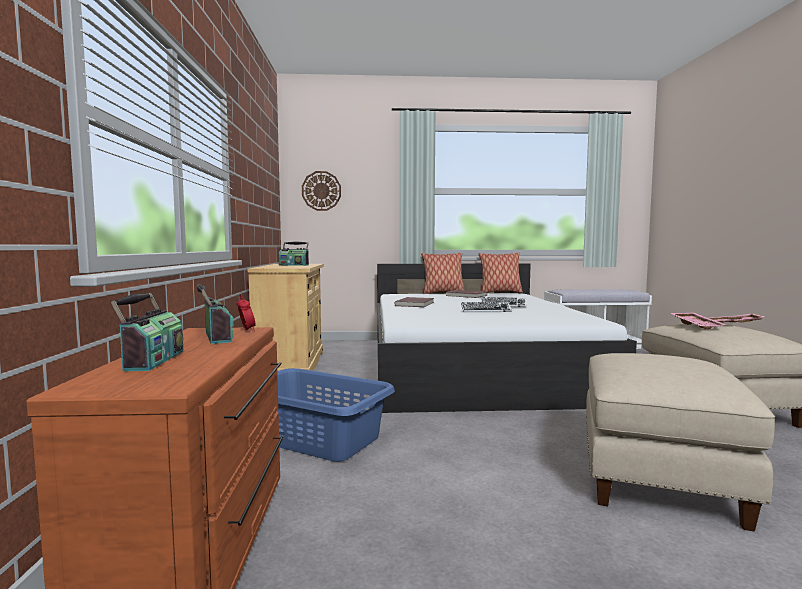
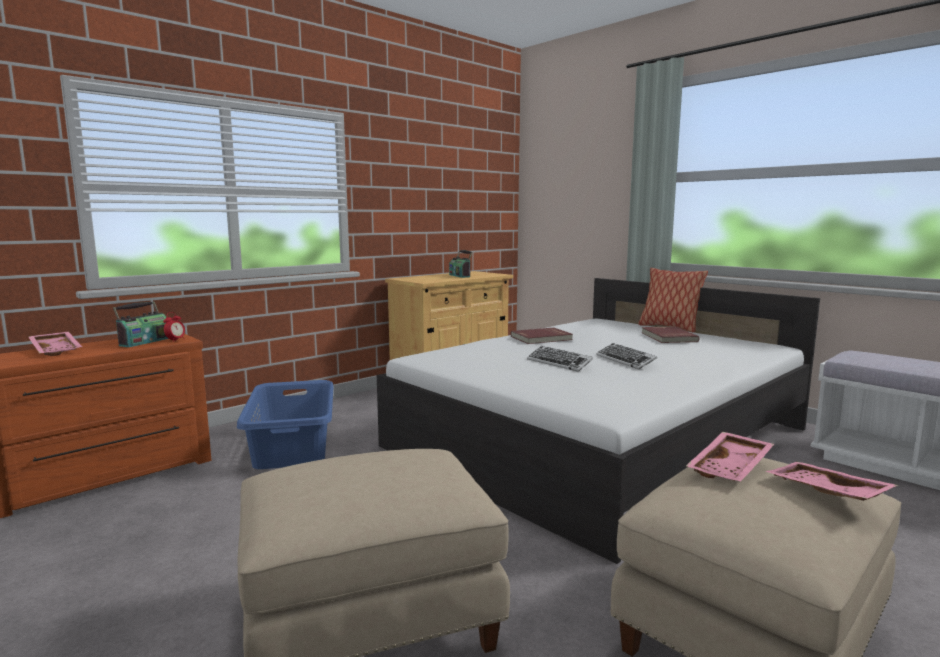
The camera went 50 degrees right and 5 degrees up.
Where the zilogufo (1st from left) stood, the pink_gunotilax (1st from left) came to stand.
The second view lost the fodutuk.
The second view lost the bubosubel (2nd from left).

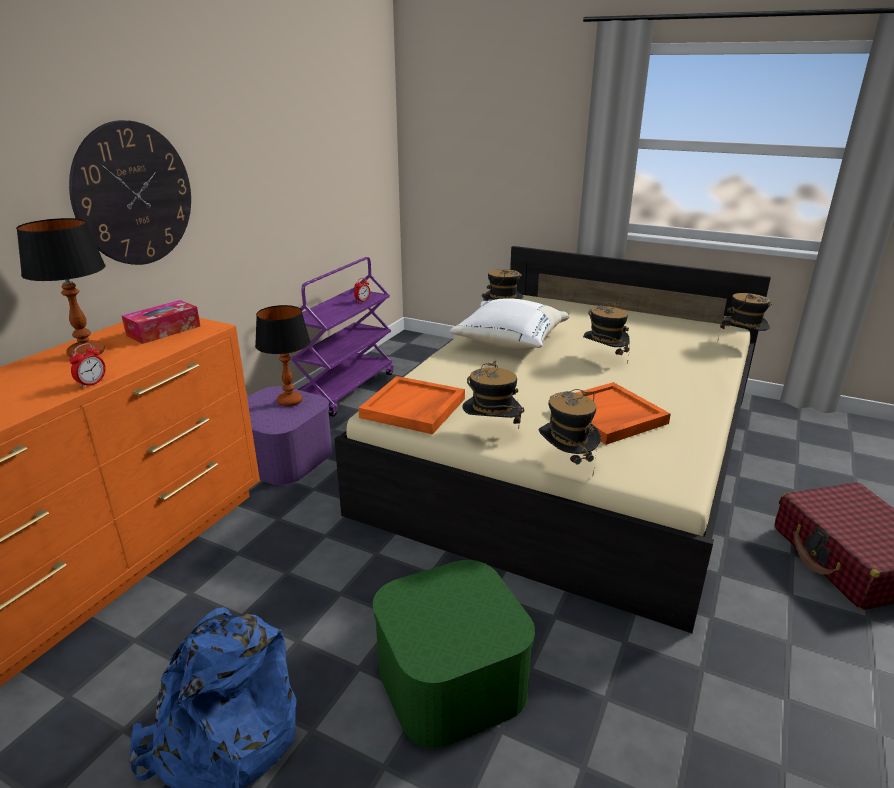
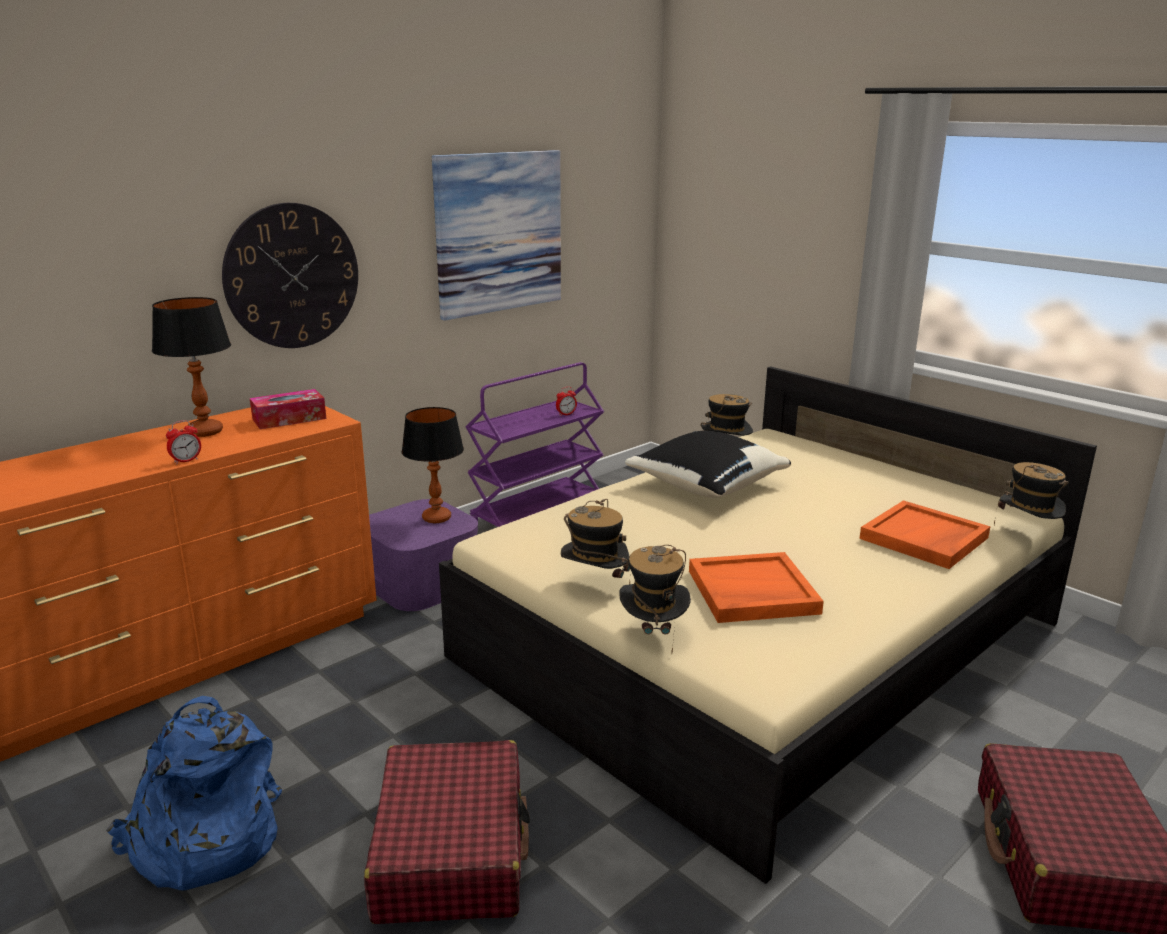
The camera went 20 degrees right and 5 degrees down.
The orange_gunotilax (1st from left in the first image) ended up elsewhere.
Where the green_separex stood, the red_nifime (1st from left) came to stand.
What was the white_bubosubel turned into the black_bubosubel.
The second view lost the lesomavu (4th from left).
The second view gained the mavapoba.

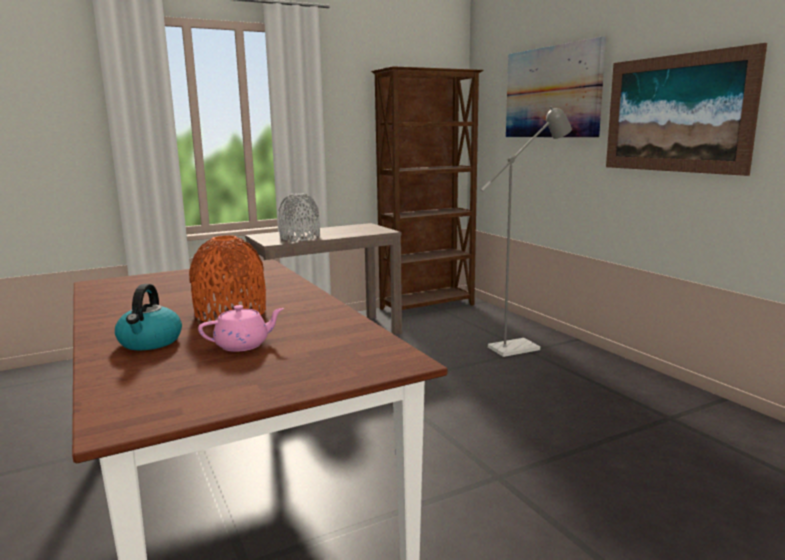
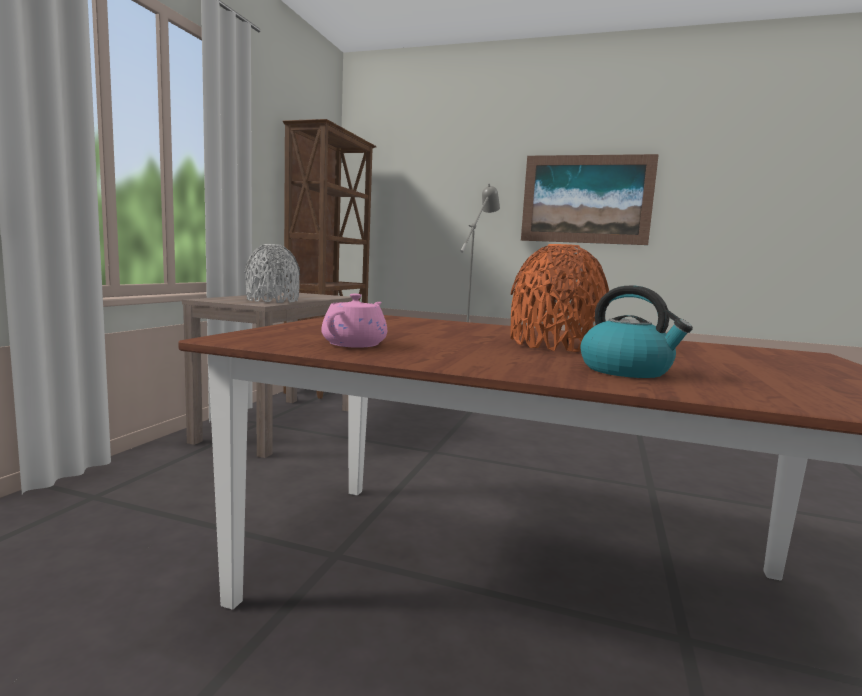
The camera went 45 degrees left and 5 degrees down.
The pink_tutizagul ended up elsewhere.
The second view lost the mavapoba (1st from left).

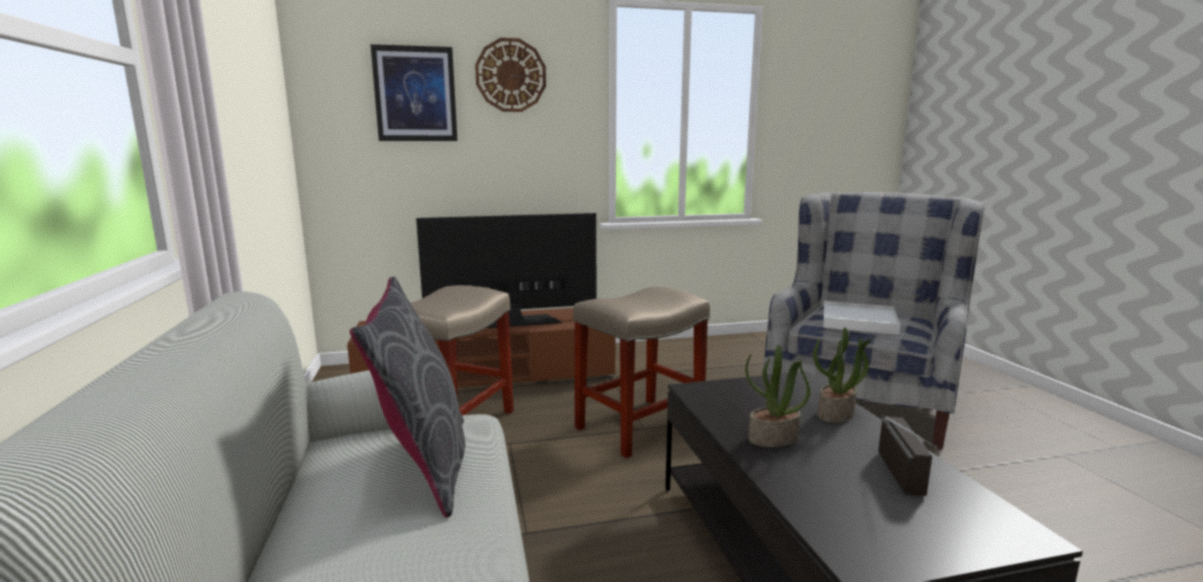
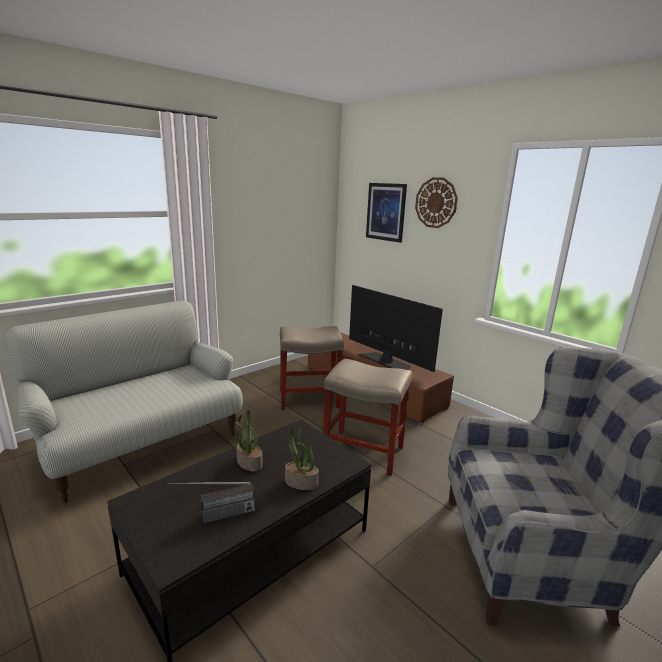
The camera went 60 degrees right and 5 degrees up.
The second view lost the grey_bubosubel.
The second view lost the white_gunotilax.

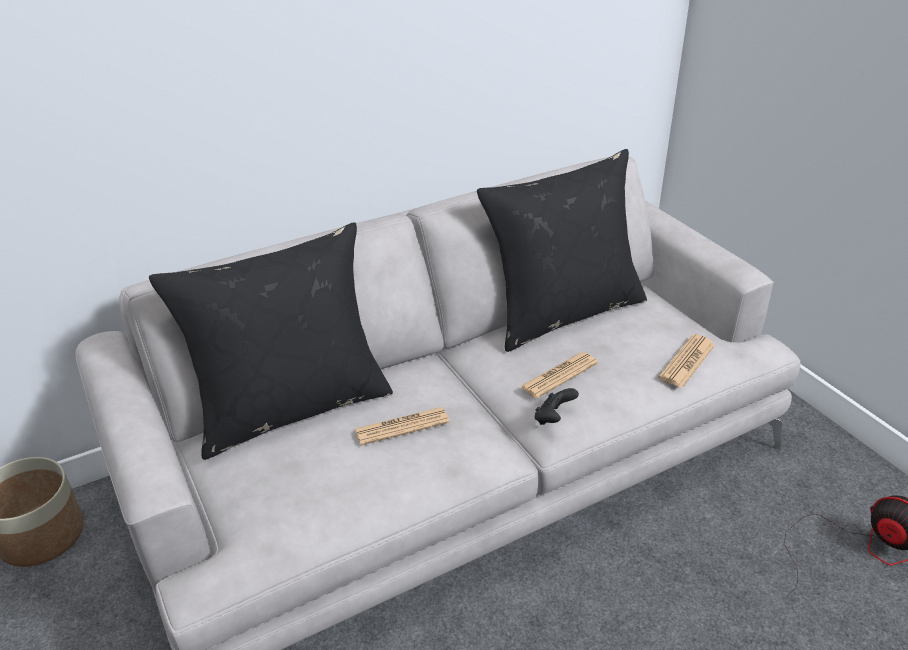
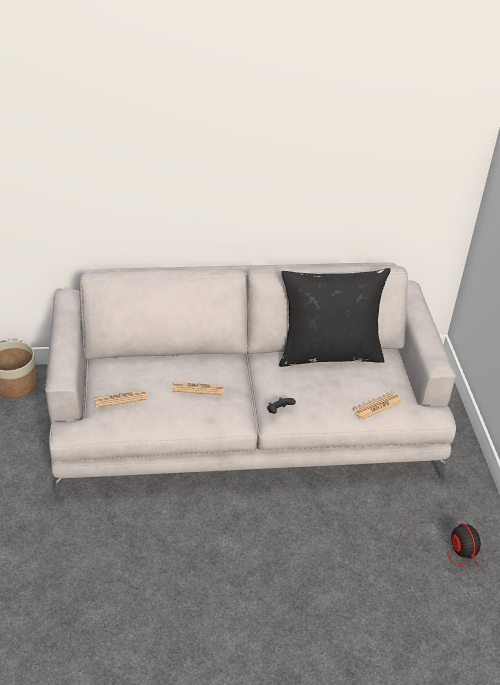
The camera went 20 degrees right and 5 degrees up.
The second view lost the black_bubosubel (1st from left).
The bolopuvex (2nd from left in the first image) ended up elsewhere.

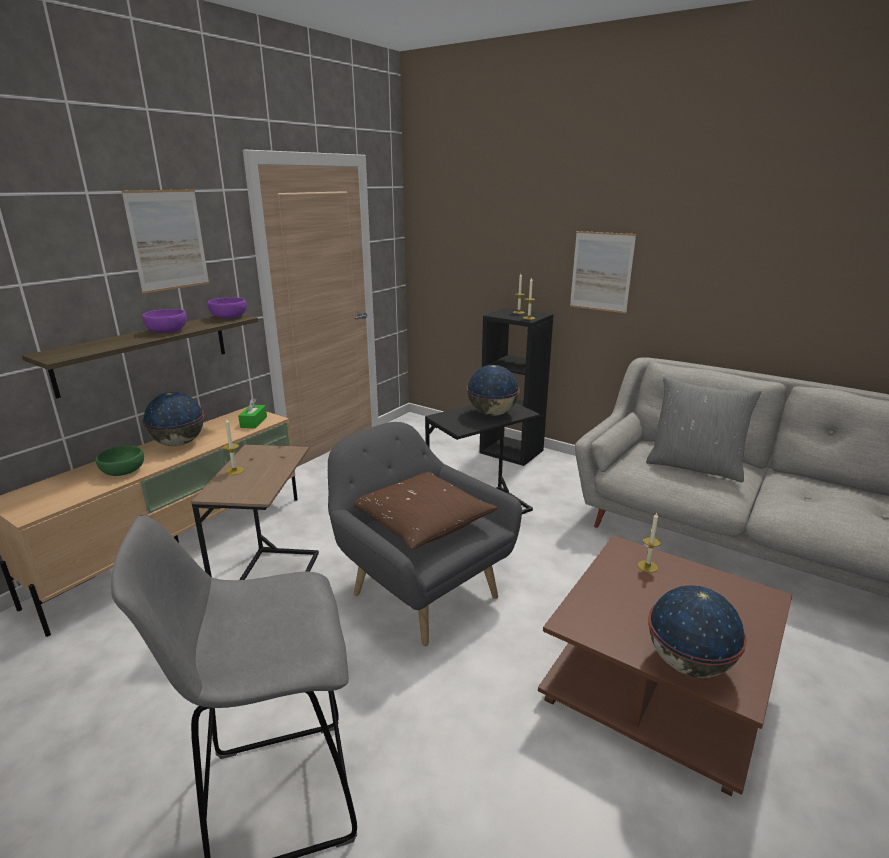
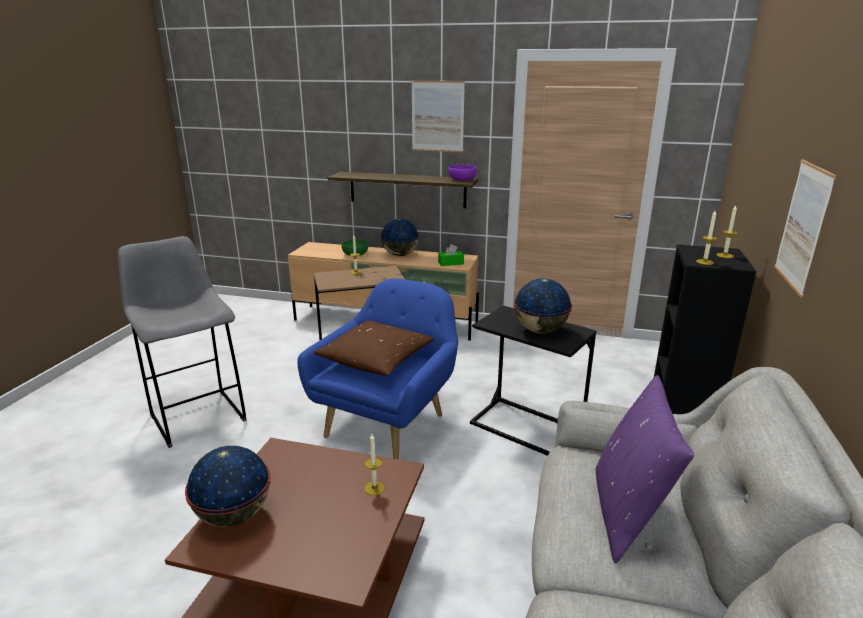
The camera went 70 degrees right and 0 degrees up.
The second view lost the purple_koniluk (1st from left).
What was the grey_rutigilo turned into the blue_rutigilo.
What was the grey_bubosubel turned into the purple_bubosubel.

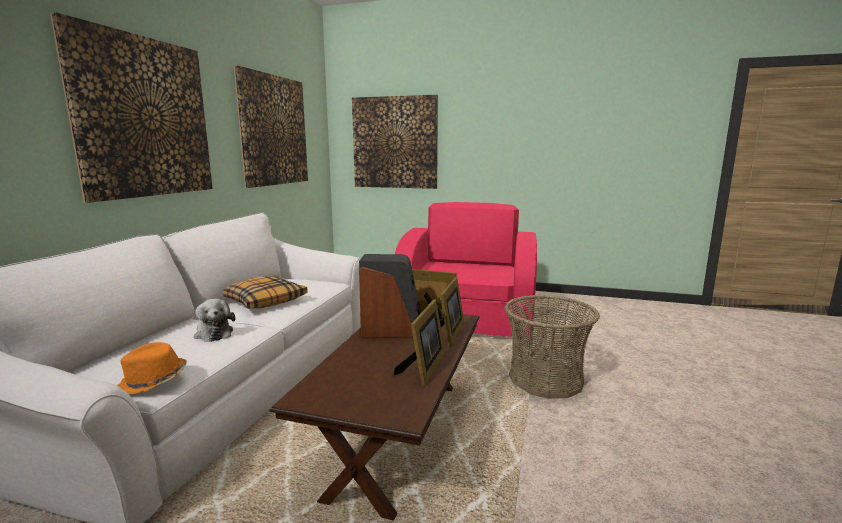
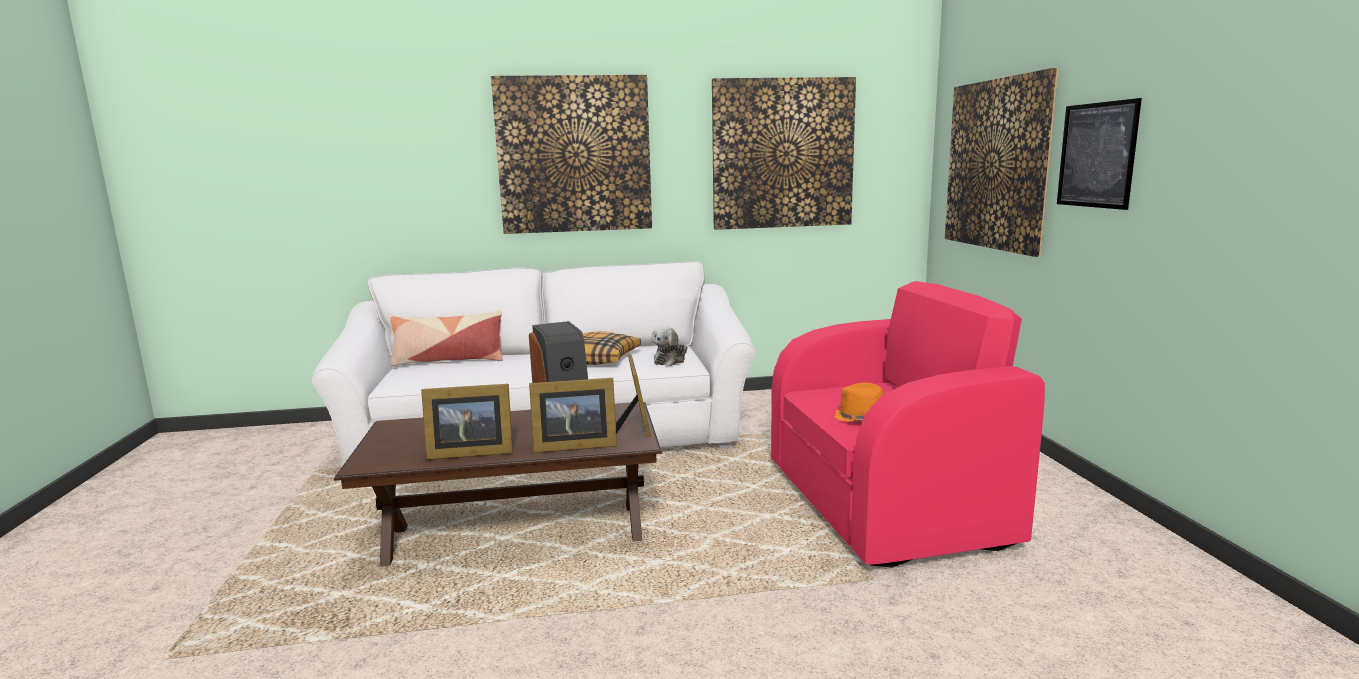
The camera went 65 degrees right and 0 degrees up.
The orange_lesomavu ended up elsewhere.
The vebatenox ended up elsewhere.
The second view lost the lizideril.
The second view gained the bubosubel (1st from left).
The second view gained the mavapoba (4th from left).

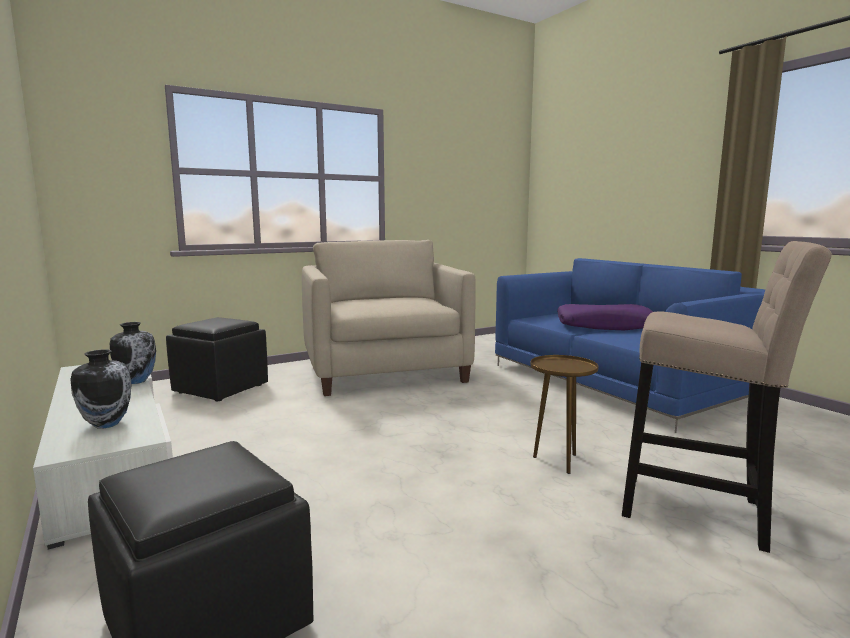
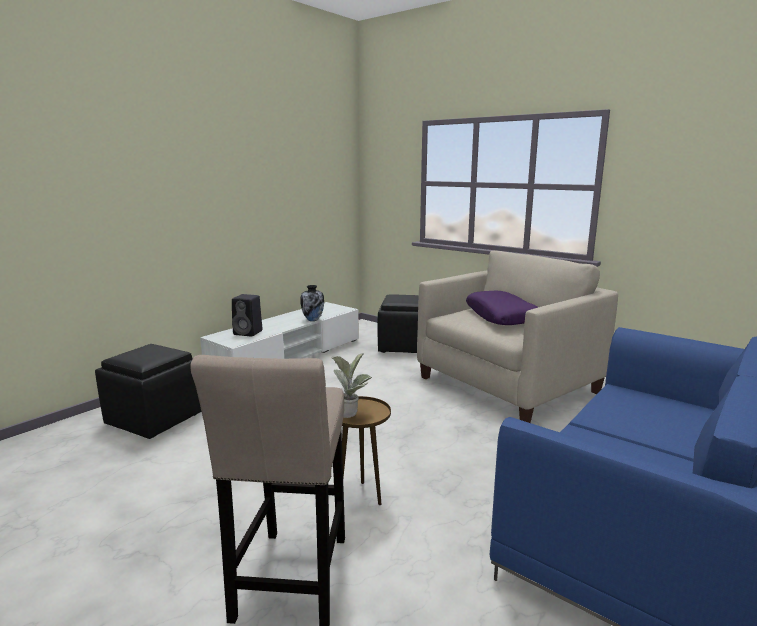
The camera went 70 degrees right and 5 degrees up.
Where the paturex (1st from left) stood, the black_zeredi came to stand.
The purple_bubosubel ended up elsewhere.
The second view gained the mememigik.

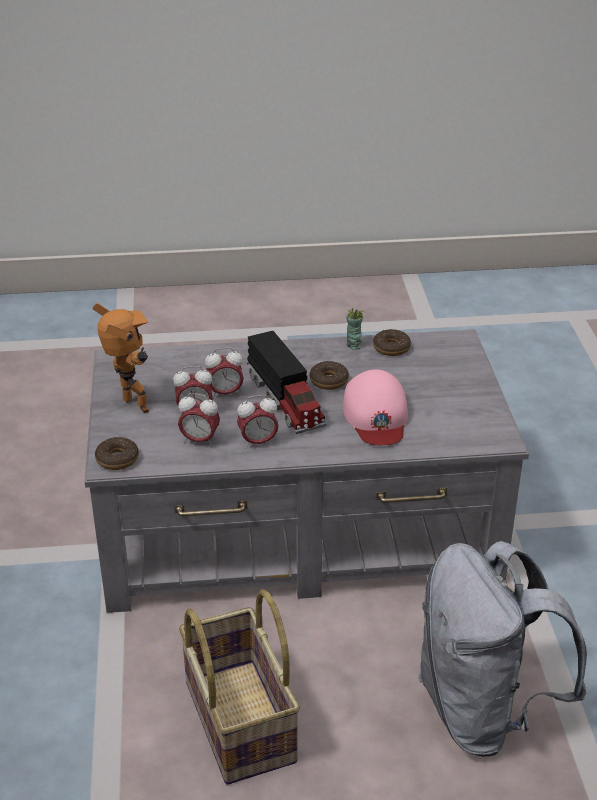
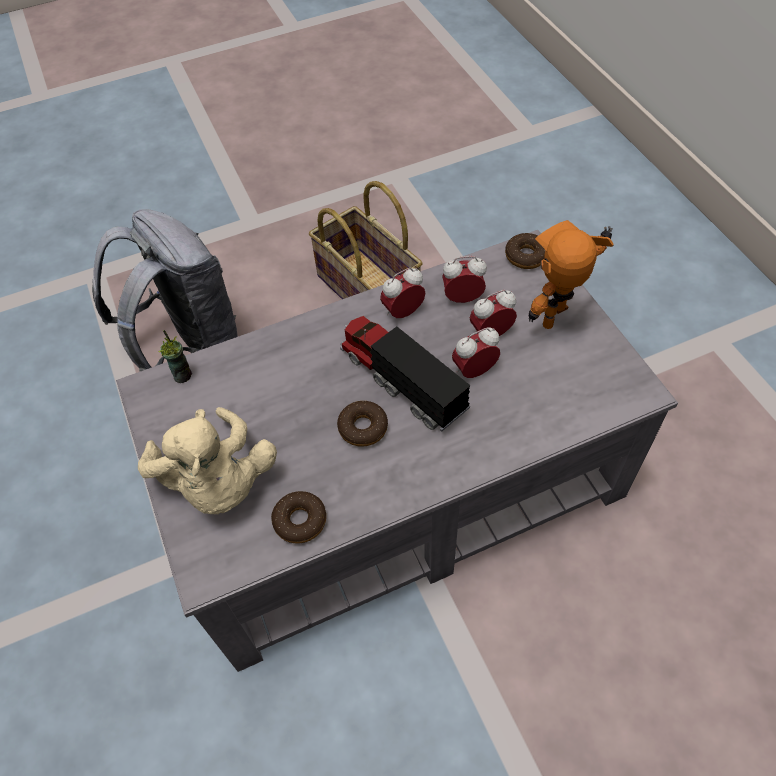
The camera went 165 degrees right and 20 degrees up.
The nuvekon ended up facing another way, 105 degrees clockwise from before.
The second view lost the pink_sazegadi.
The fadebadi ended up elsewhere.
The second view gained the beige_vebatenox.

